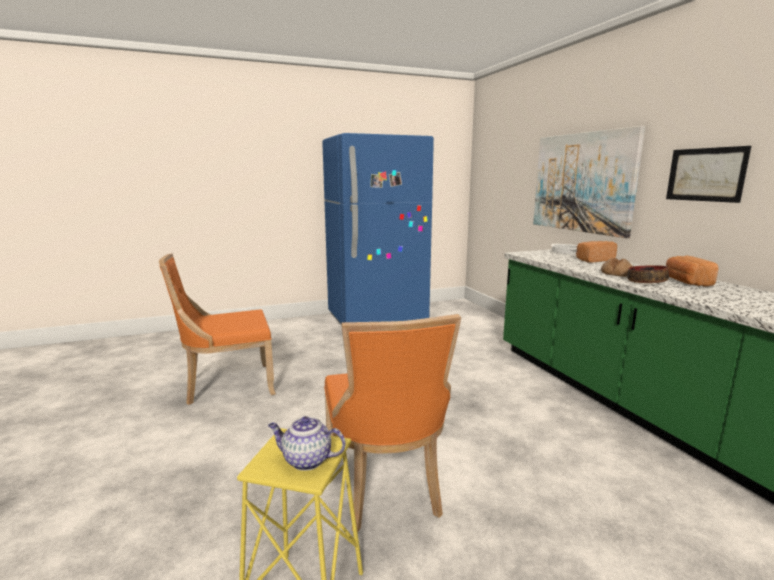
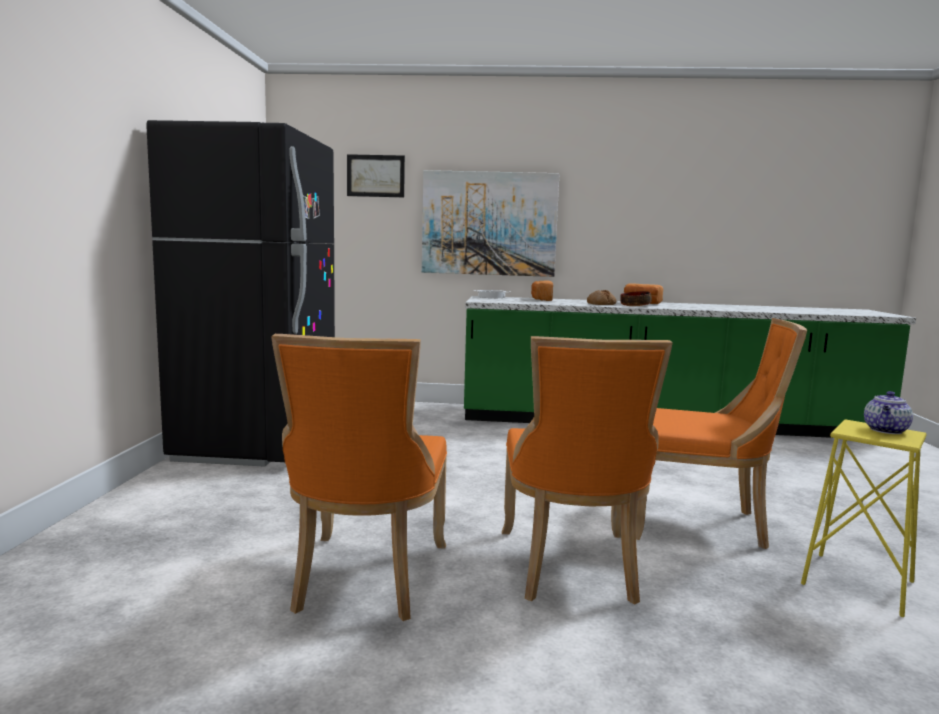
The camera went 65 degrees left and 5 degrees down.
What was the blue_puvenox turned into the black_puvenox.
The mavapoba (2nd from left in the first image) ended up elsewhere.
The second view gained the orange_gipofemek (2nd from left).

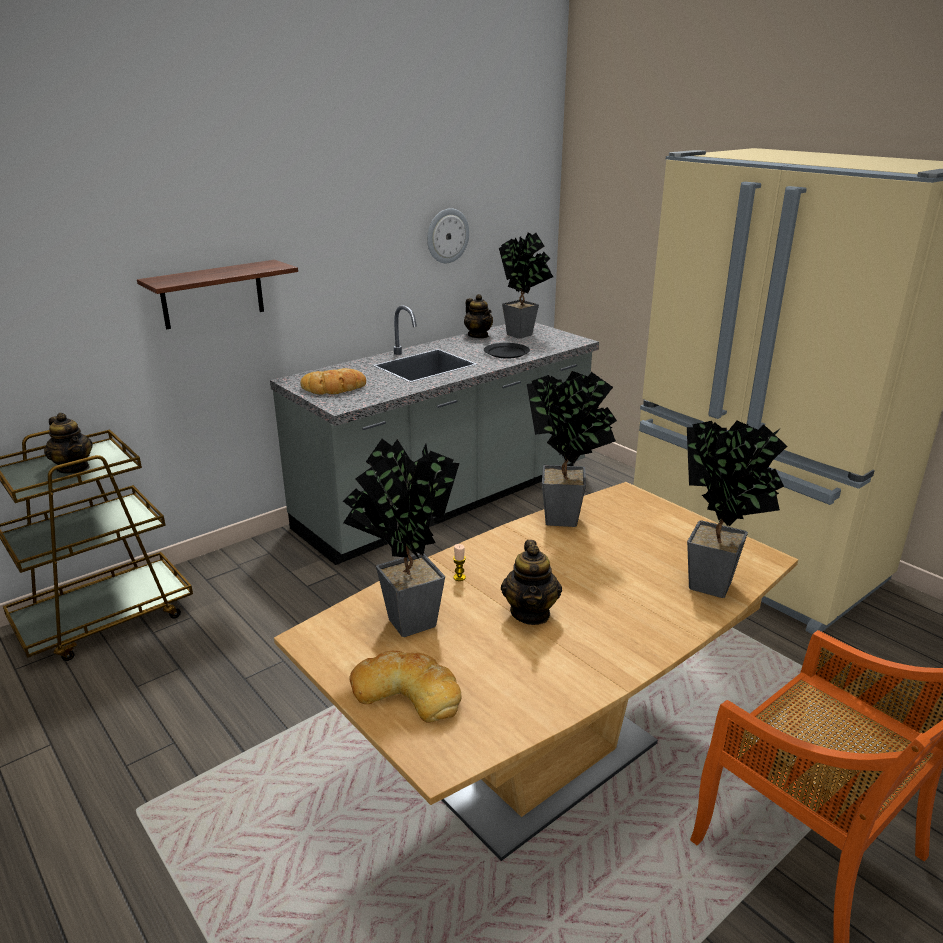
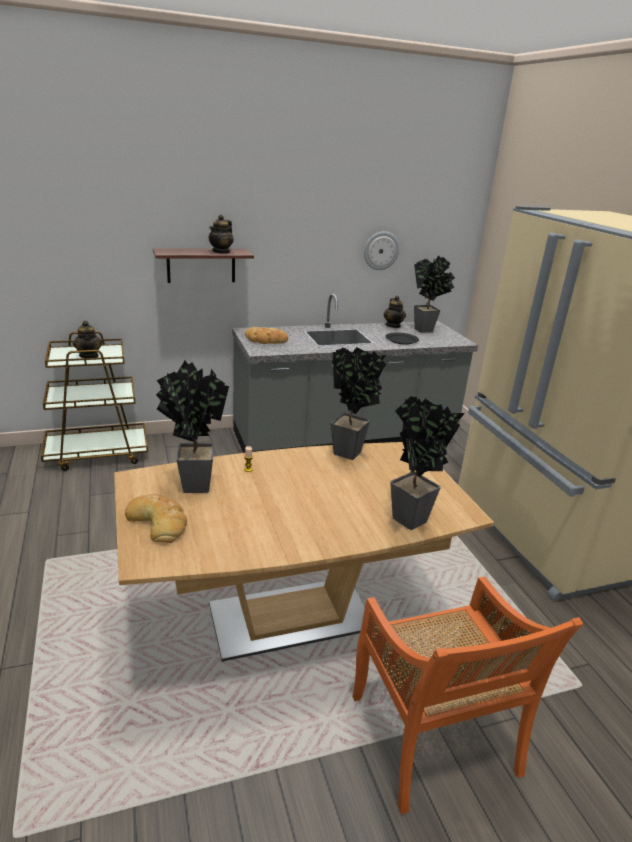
The camera went 20 degrees right and 0 degrees up.
The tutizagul (3rd from left in the first image) ended up elsewhere.

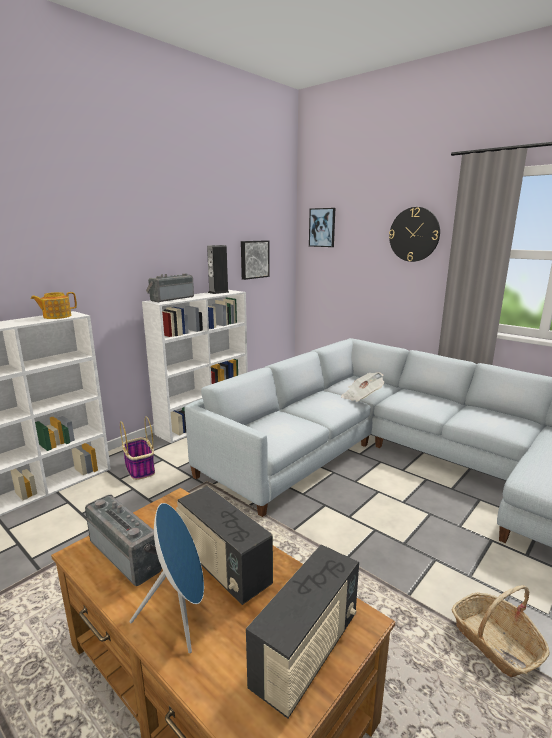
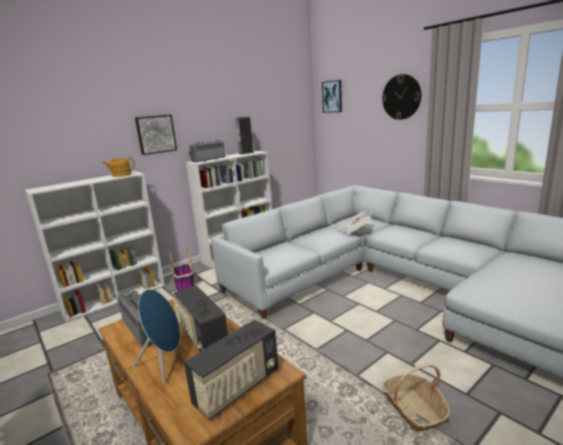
The camera went 10 degrees right and 0 degrees up.
The mavapoba (1st from left) ended up elsewhere.

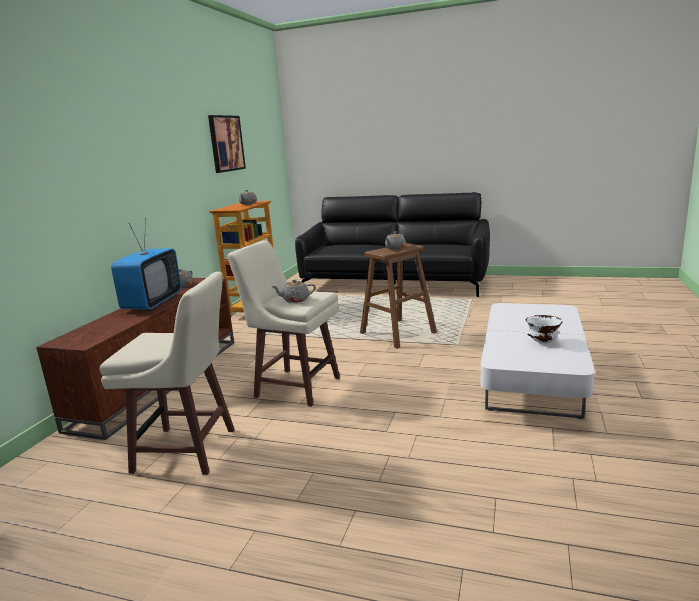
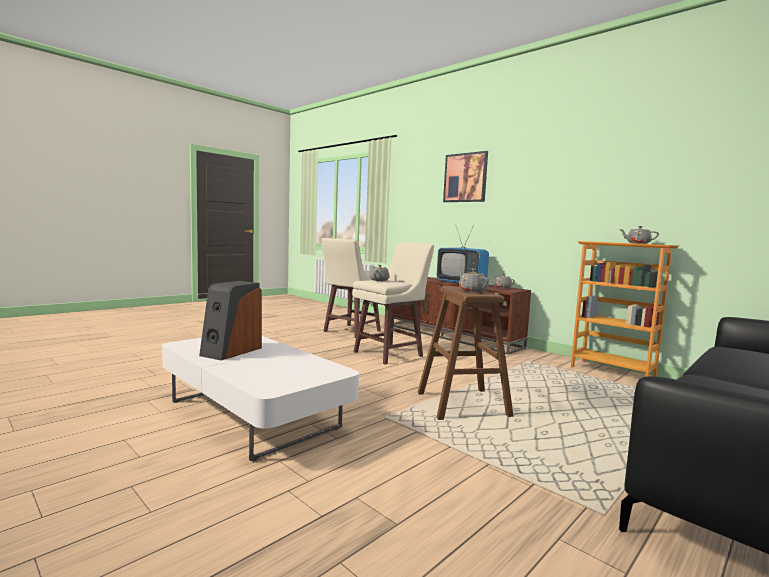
The camera went 115 degrees right and 10 degrees down.
The mavapoba ended up elsewhere.
Where the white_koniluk stood, the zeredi came to stand.

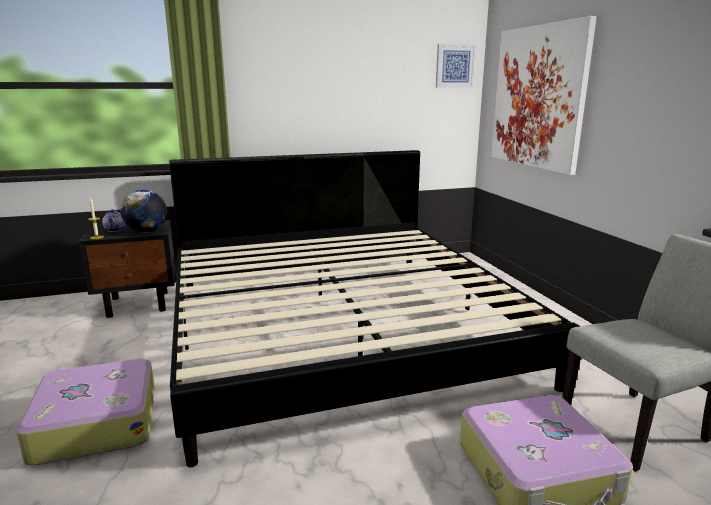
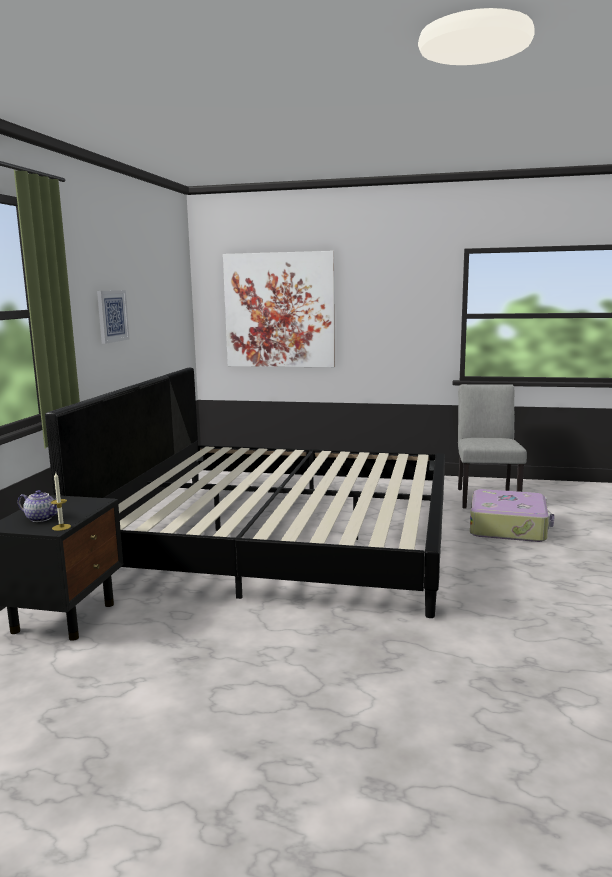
The camera went 60 degrees left and 5 degrees down.
The second view lost the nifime (1st from left).
The second view lost the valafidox.
The mavapoba (1st from left) ended up elsewhere.

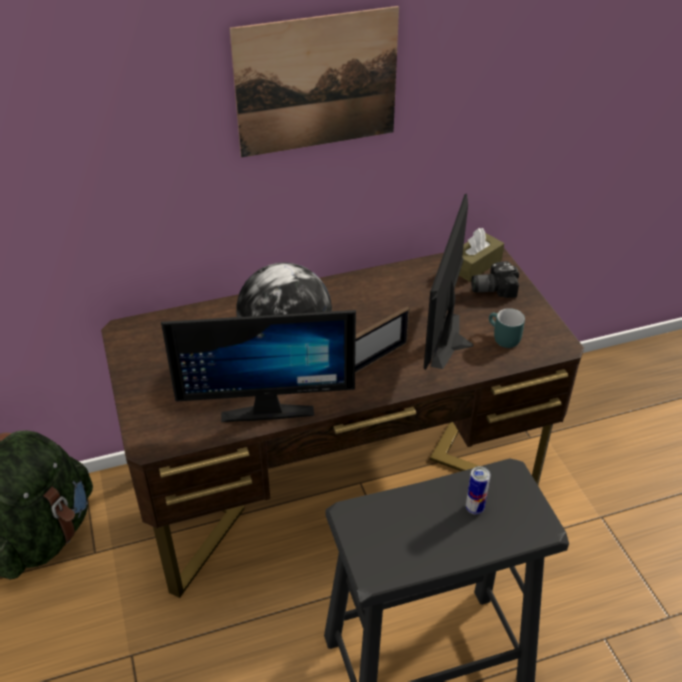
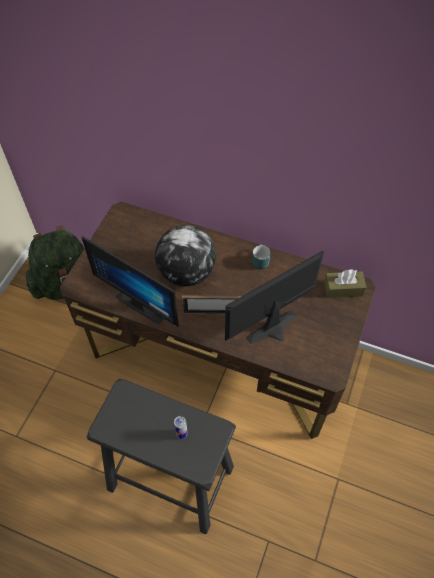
The camera went 40 degrees right and 15 degrees up.
The second view lost the mavapoba.
The second view lost the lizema.
The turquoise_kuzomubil ended up elsewhere.

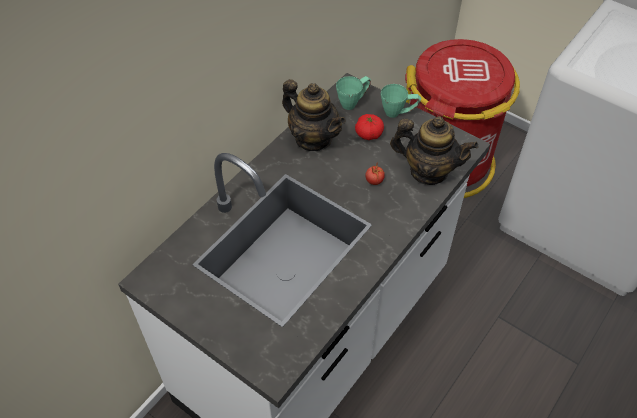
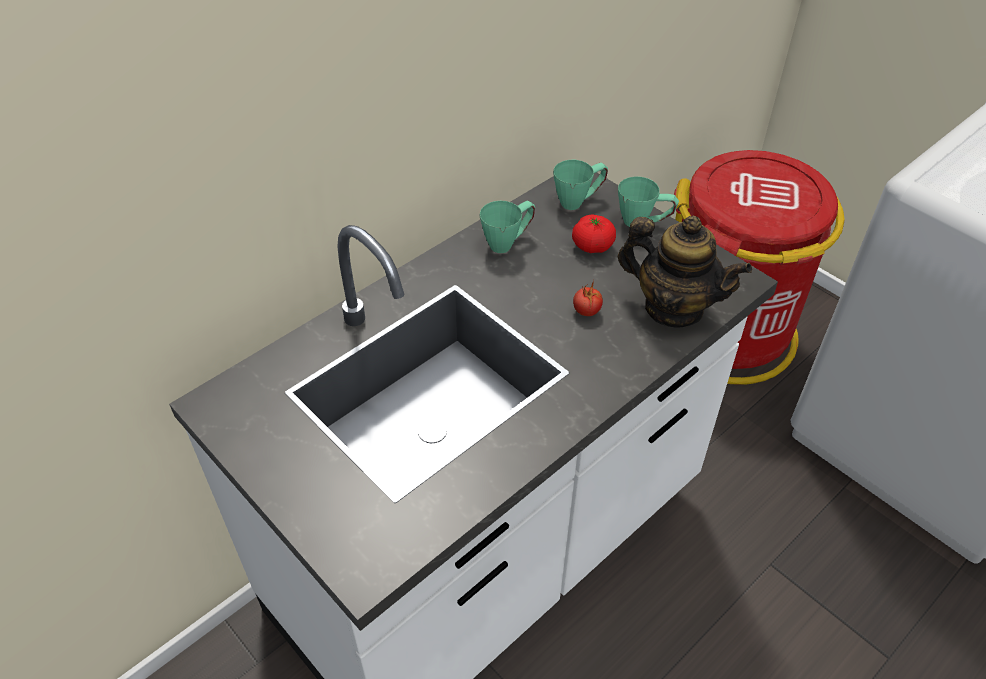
The camera went 10 degrees right and 5 degrees down.
Where the tutizagul (1st from left) stood, the green_kuzomubil (1st from left) came to stand.

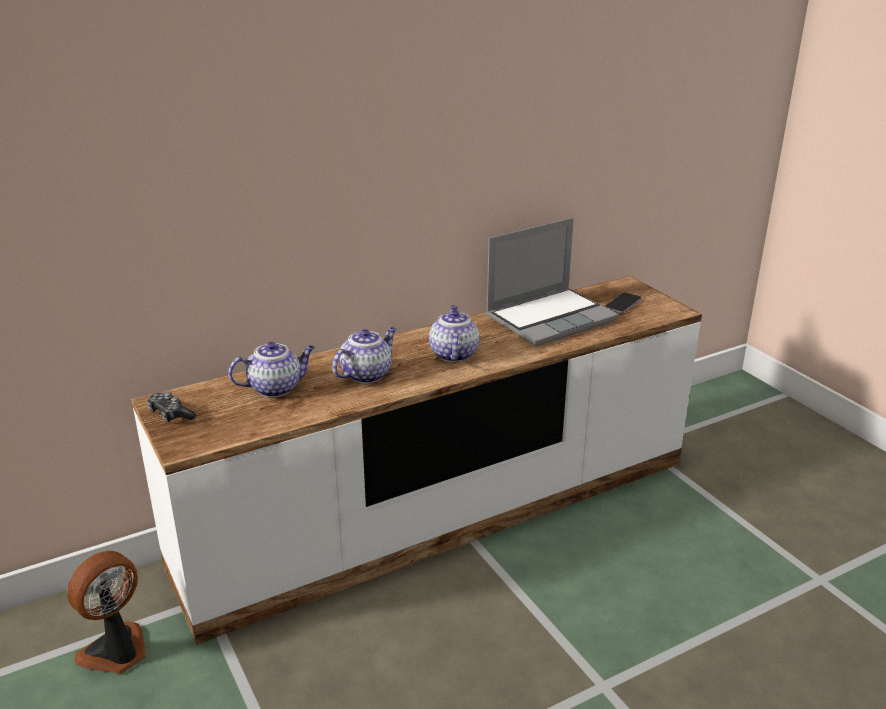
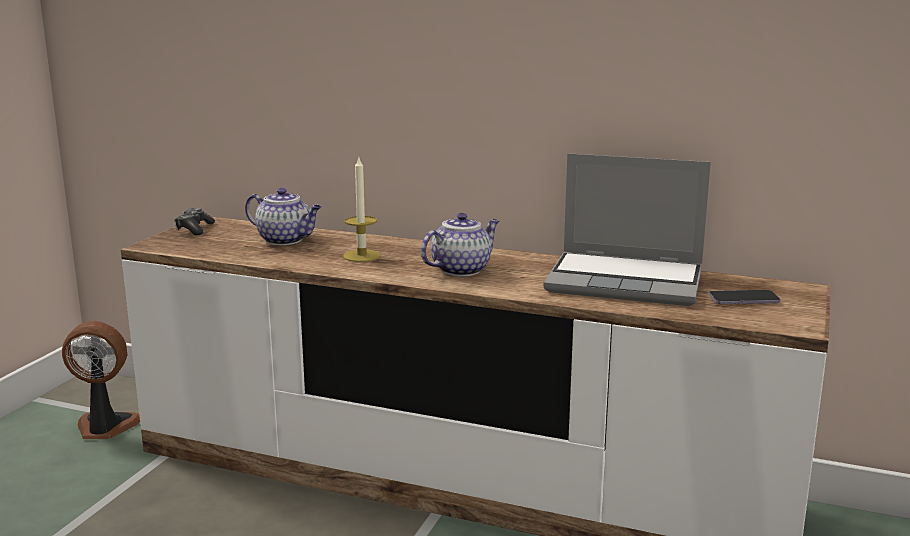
The camera went 50 degrees right and 10 degrees down.
Where the tutizagul (2nd from left) stood, the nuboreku came to stand.

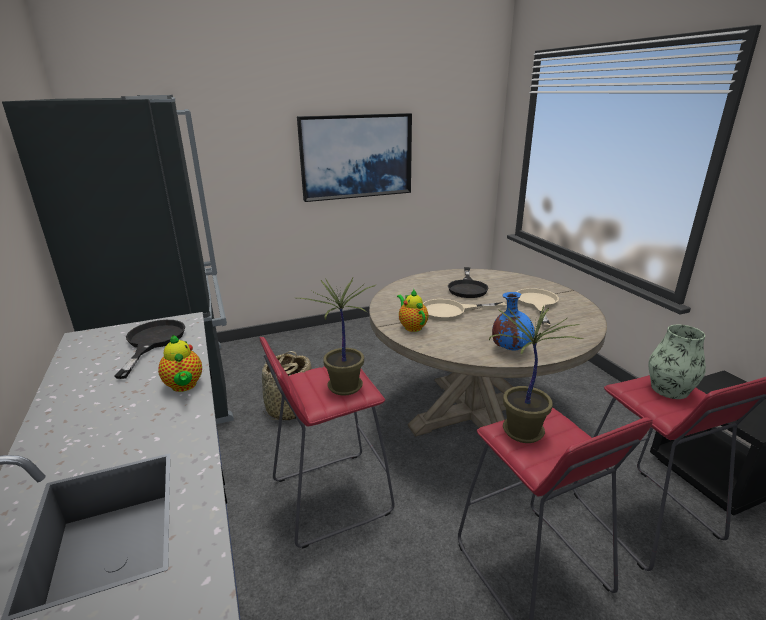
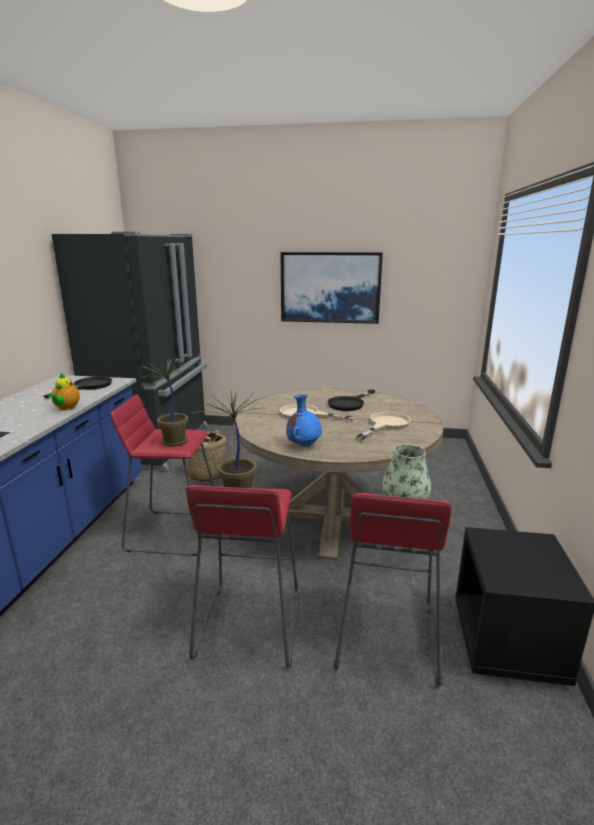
The camera went 30 degrees right and 5 degrees down.
The second view lost the tutizagul (2nd from left).

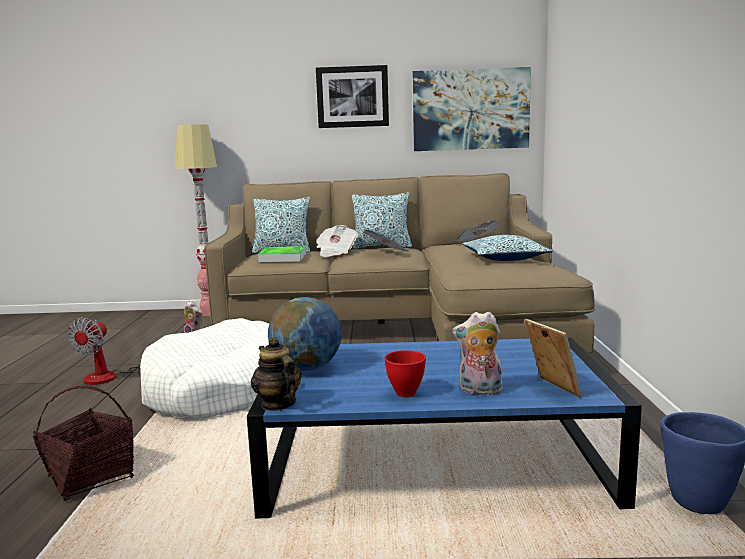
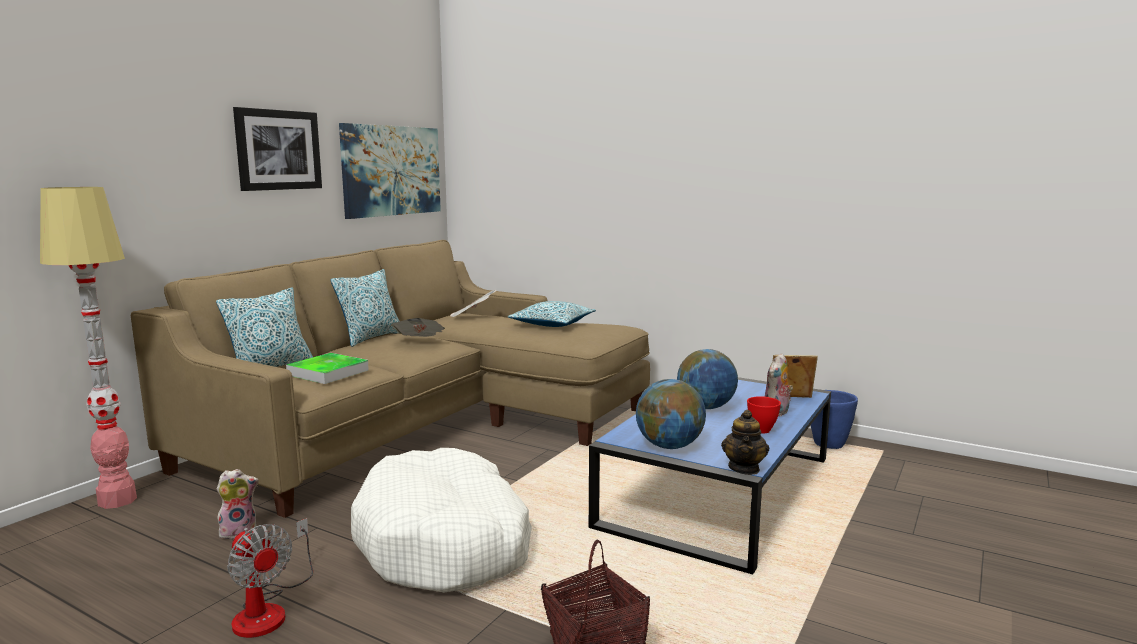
The camera went 60 degrees left and 0 degrees up.
The tutizagul ended up facing another way, 75 degrees counterclockwise from before.
The second view lost the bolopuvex (1st from left).
The second view gained the valafidox (2nd from left).

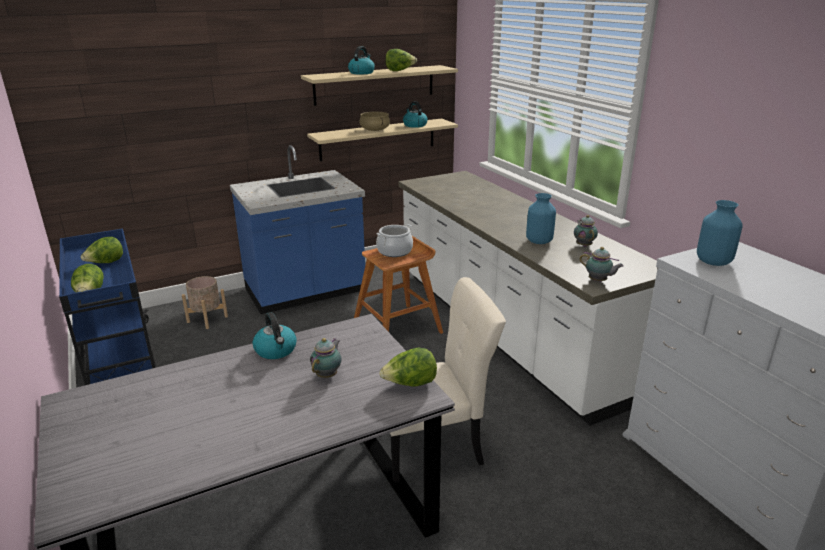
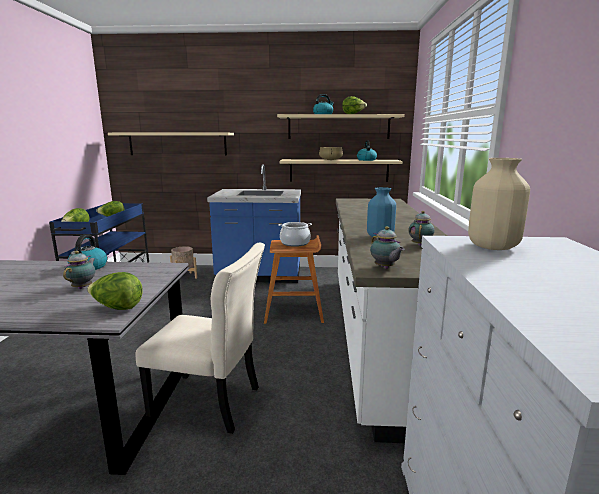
The camera went 30 degrees right and 10 degrees down.
The tutizagul (1st from left) ended up facing another way, 45 degrees counterclockwise from before.
What was the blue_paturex (2nd from left) turned into the beige_paturex.
The second view gained the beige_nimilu (1st from left).

